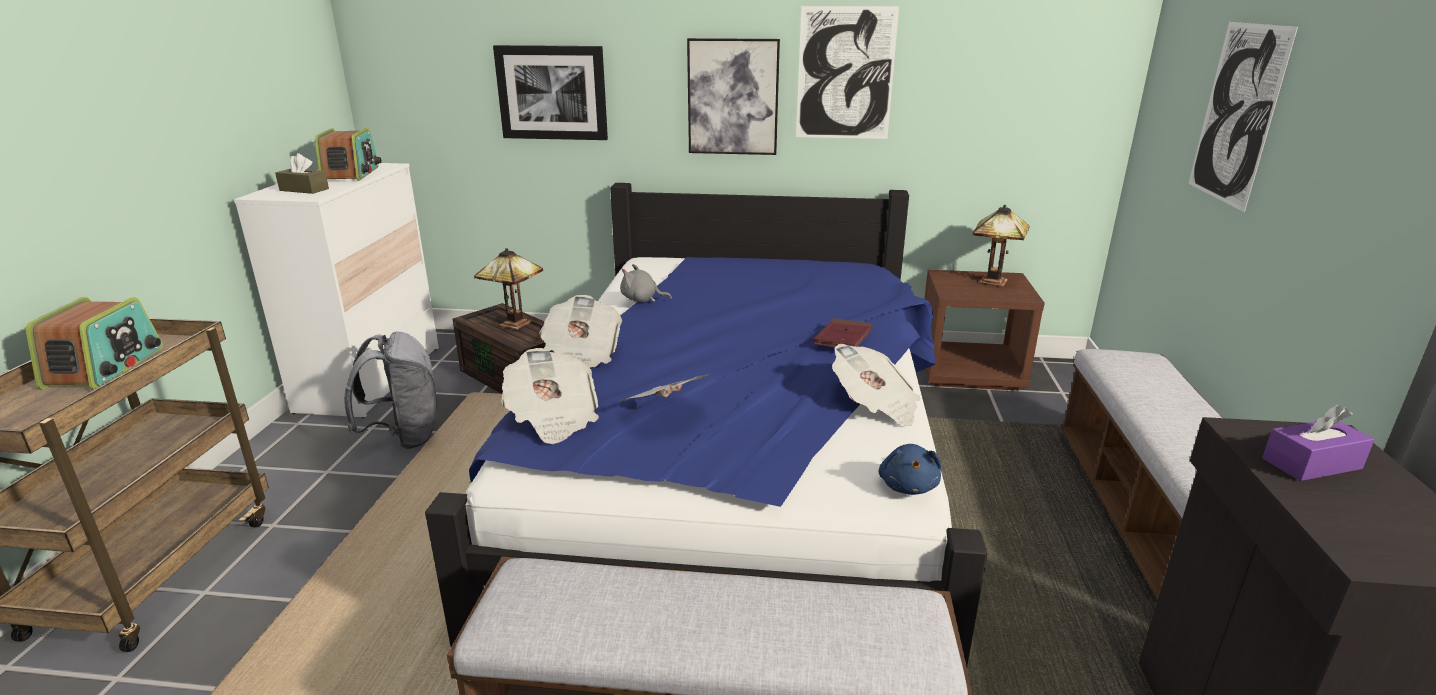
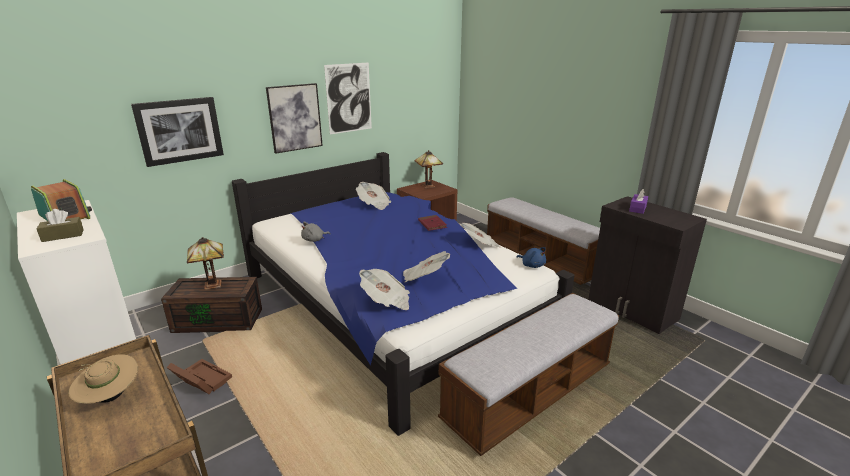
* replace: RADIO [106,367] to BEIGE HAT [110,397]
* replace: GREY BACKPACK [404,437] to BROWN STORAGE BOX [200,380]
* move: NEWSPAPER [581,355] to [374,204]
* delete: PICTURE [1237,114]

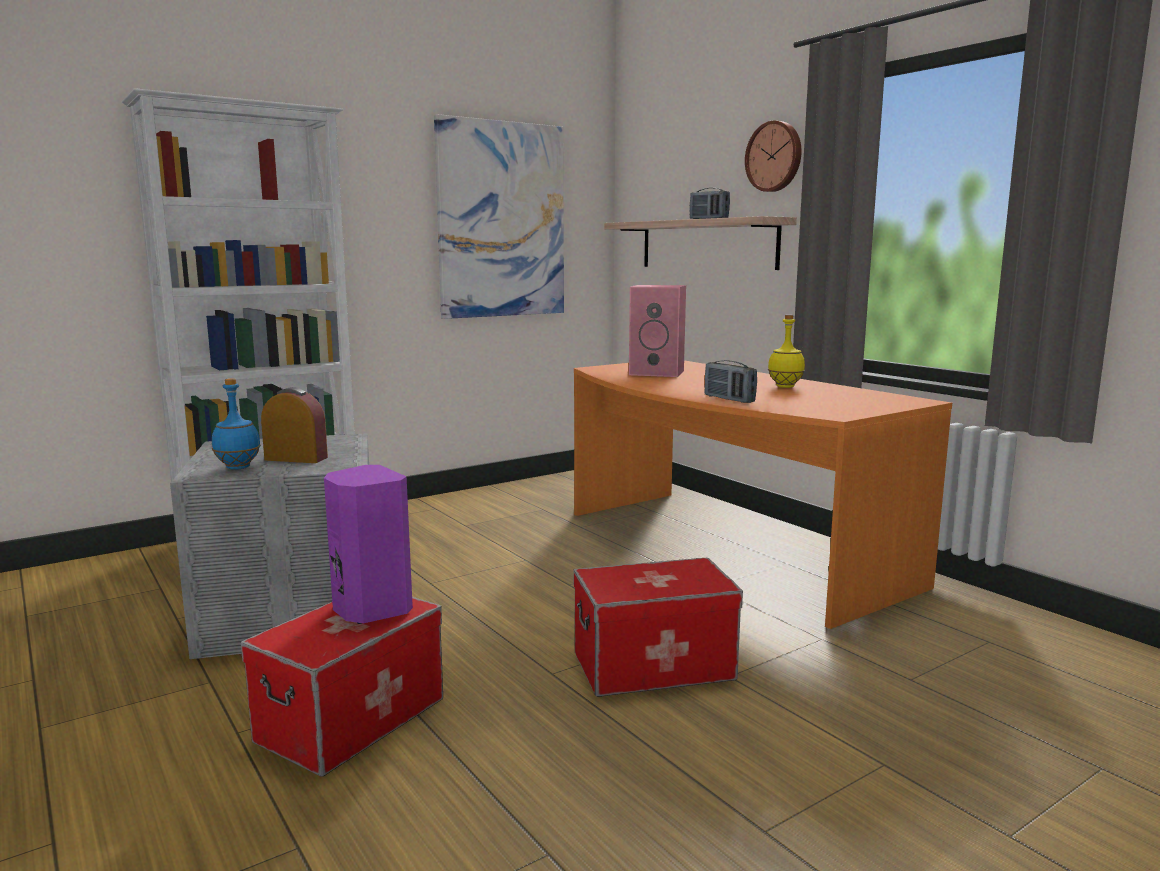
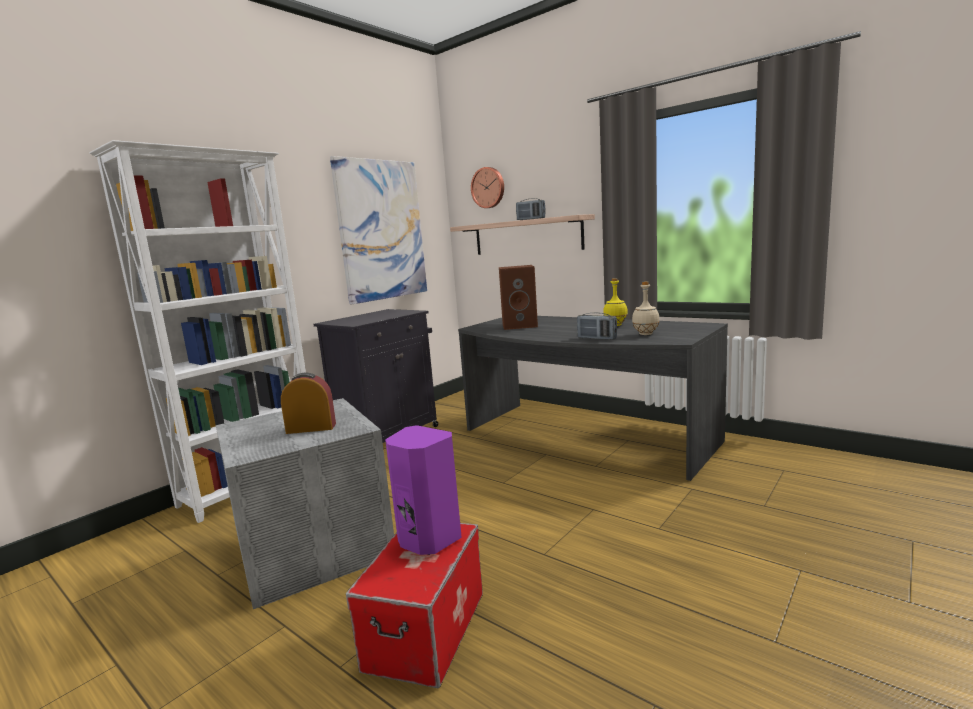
* delete: BLUE BOTTLE [239,467]
* recolor: ORANGE DESK [723,549] to GREY DESK [582,437]
* delete: STORAGE BOX [653,667]
* recolor: PINK SPEAKER [658,373] to BROWN SPEAKER [520,325]
* move: WALL CLOCK [775,156] to [488,187]
* insert: BLACK CABINET [389,435]
* insert: BEIGE BOTTLE [645,334]

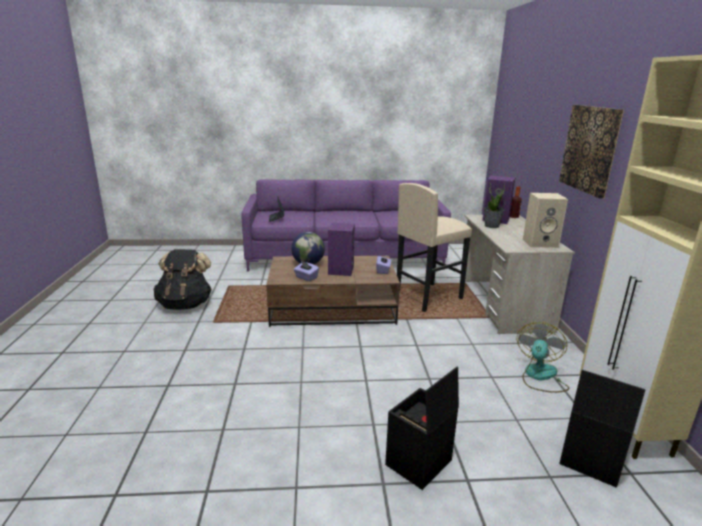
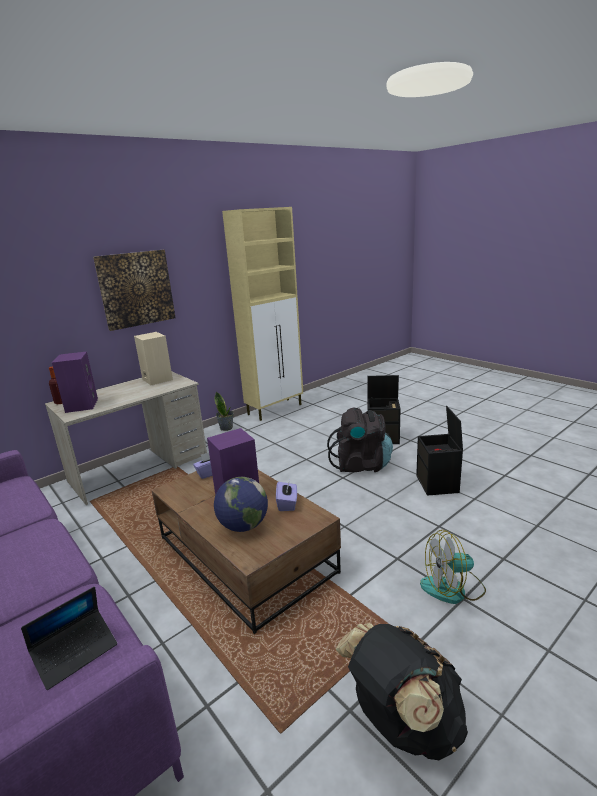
* delete: BEIGE STOOL [427,297]
* move: POTTED PLANT [491,226] to [226,428]
* move: FAN [540,376] to [453,588]
* move: BLACK STORAGE BOX [589,461] to [438,484]
* insert: BLACK BACKPACK [361,464]

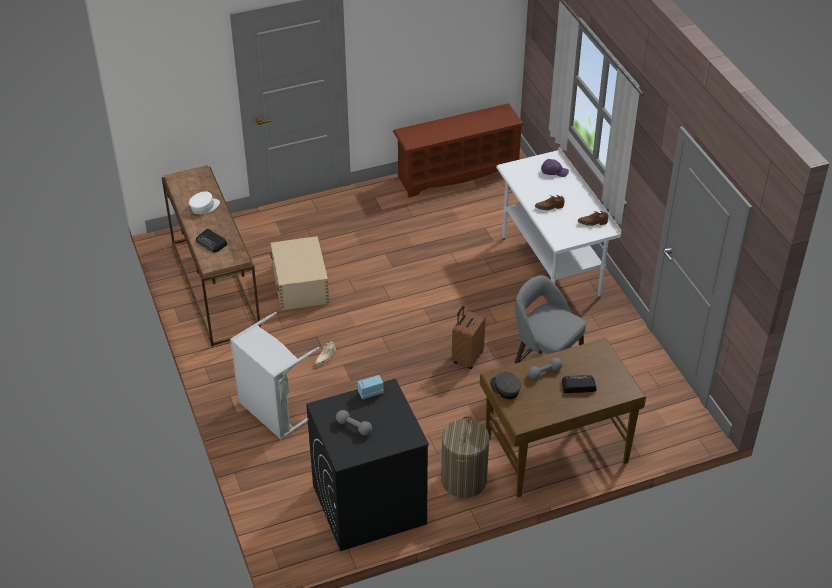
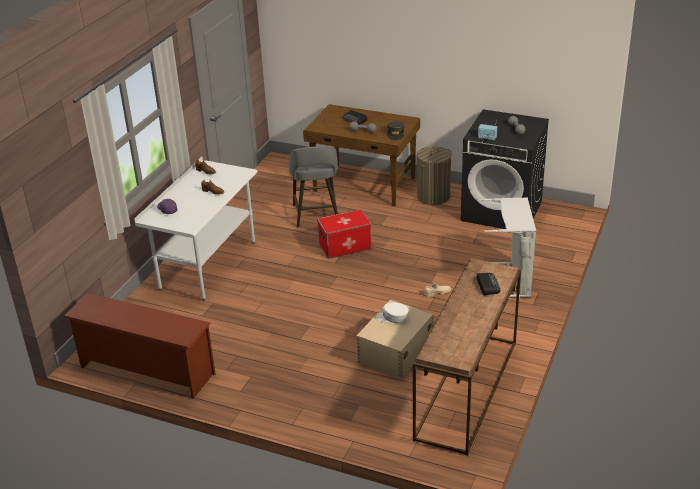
* move: WHITE CAP [204,207] to [393,317]
* replace: BROWN SUITCASE [467,357] to STORAGE BOX [345,246]

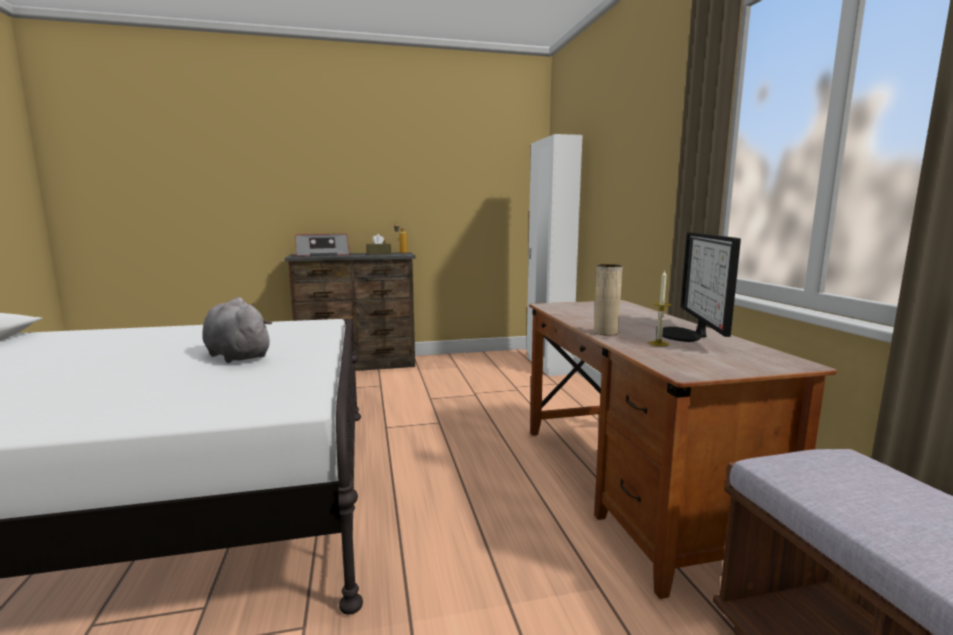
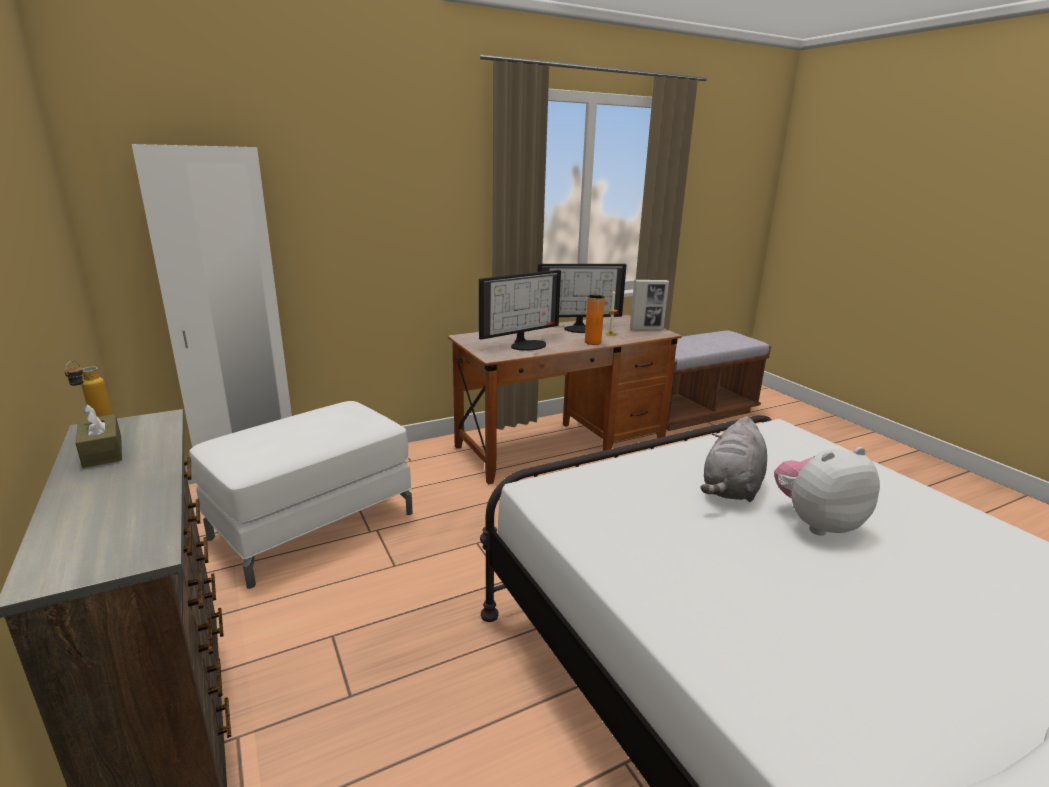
* delete: RADIO [322,254]
* recolor: BEIGE VASE [606,332] to ORANGE VASE [592,342]
* insert: WHITE OTTOMAN [314,524]
* insert: MONITOR [526,344]
* insert: PICTURE FRAME [646,329]
* insert: PLUSH TOY [816,523]

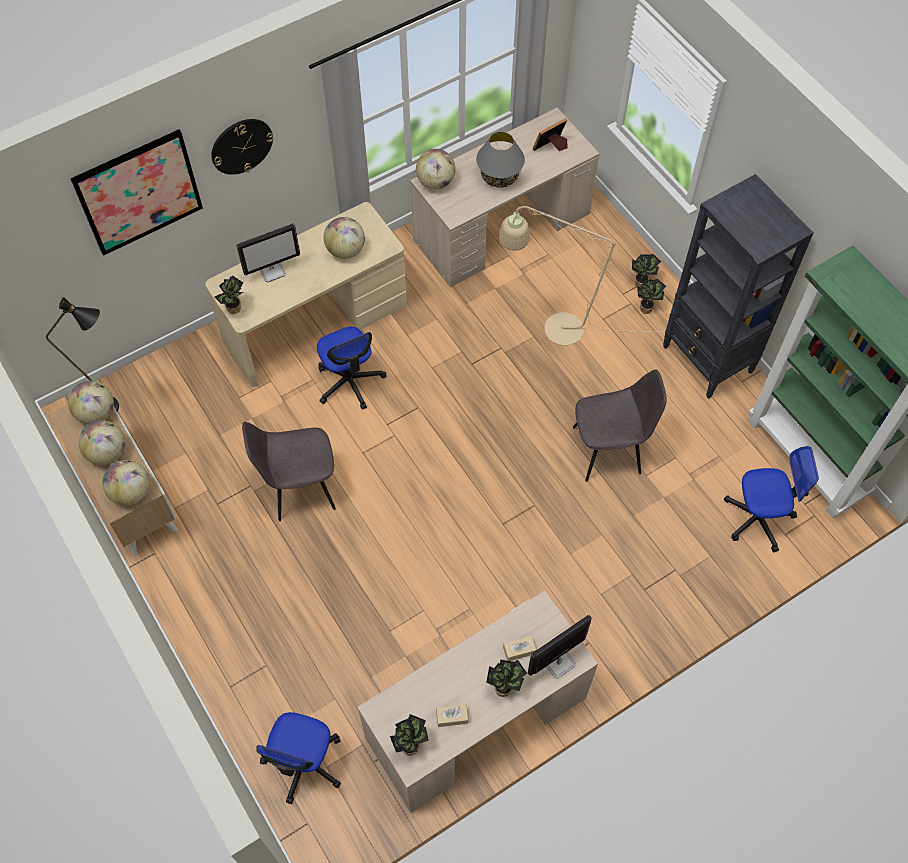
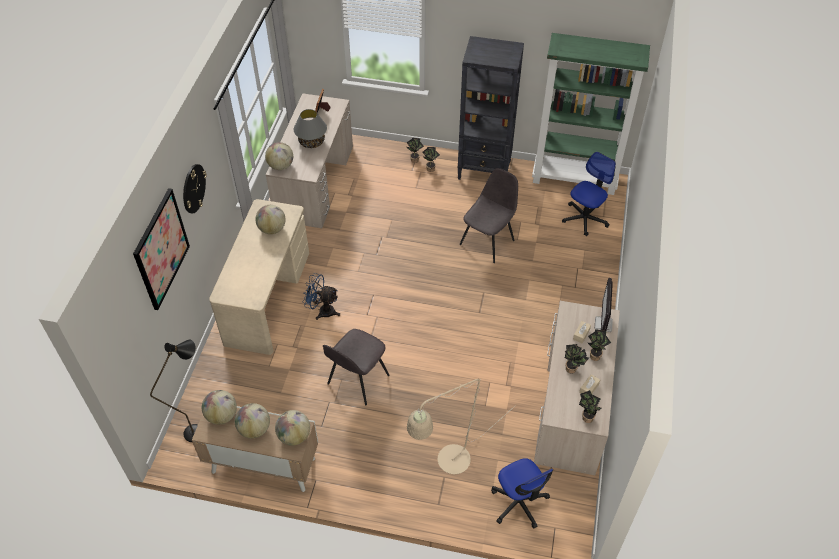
* move: POTTED PLANT [234,310] to [572,369]
* delete: MONITOR [272,271]
* replace: OFFICE CHAIR [350,382] to BLUE FAN [322,310]
* move: BEIGE FLOOR LAMP [553,329] to [447,465]

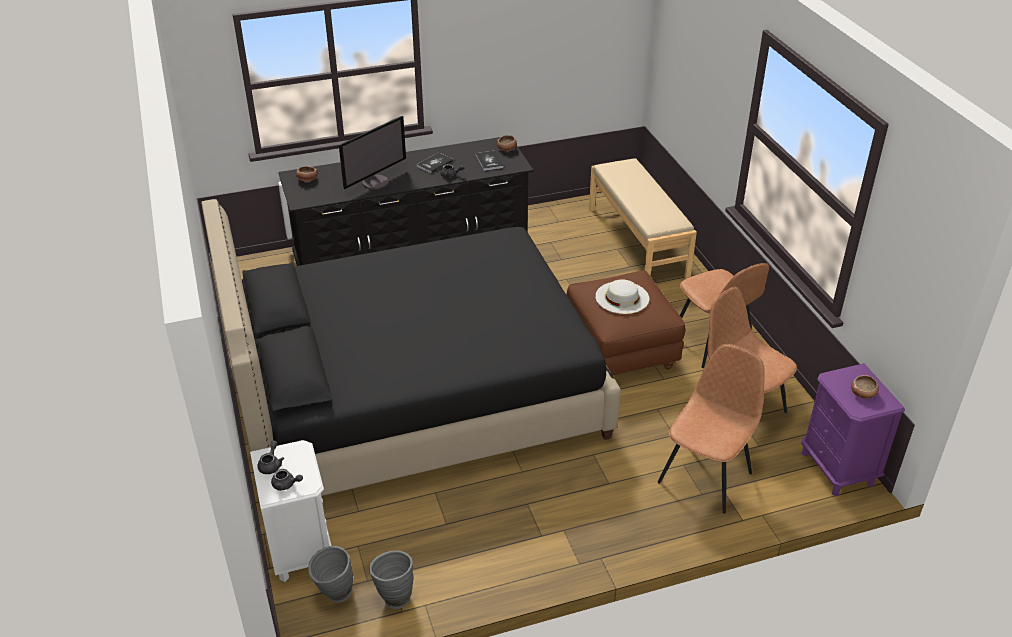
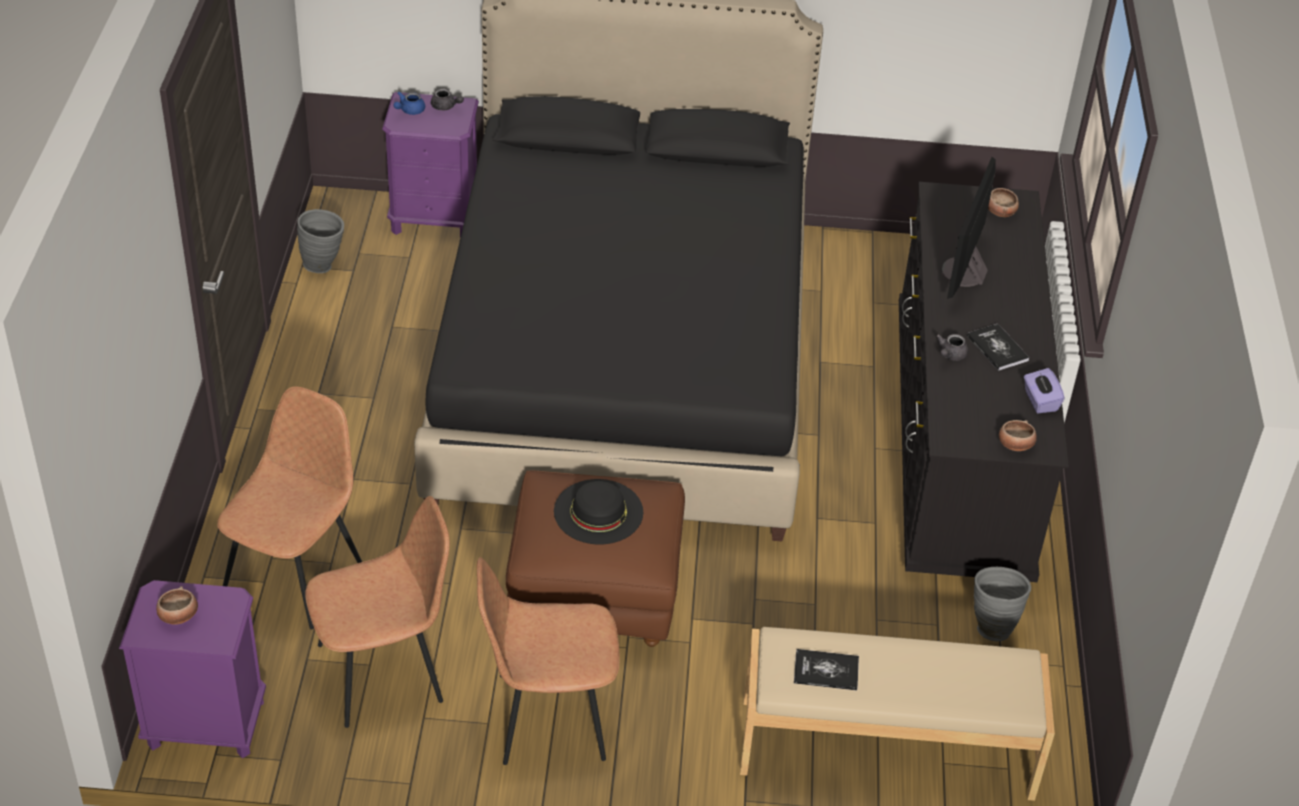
* recolor: WHITE NIGHTSTAND [300,549] to PURPLE NIGHTSTAND [435,219]
* recolor: GREY TEAPOT [286,485] to BLUE TEAPOT [409,110]
* move: GREY VASE [334,595] to [991,625]
* rotate: MONITOR [375,182] = [964,273] 45 degrees clockwise
* move: BOOK [489,161] to [826,671]
* recolor: WHITE HAT [622,297] to BLACK HAT [598,511]
* rotate: BROWN CHAIR [706,476] = [296,576] 120 degrees counterclockwise
* insert: PURPLE TISSUE BOX [1040,401]

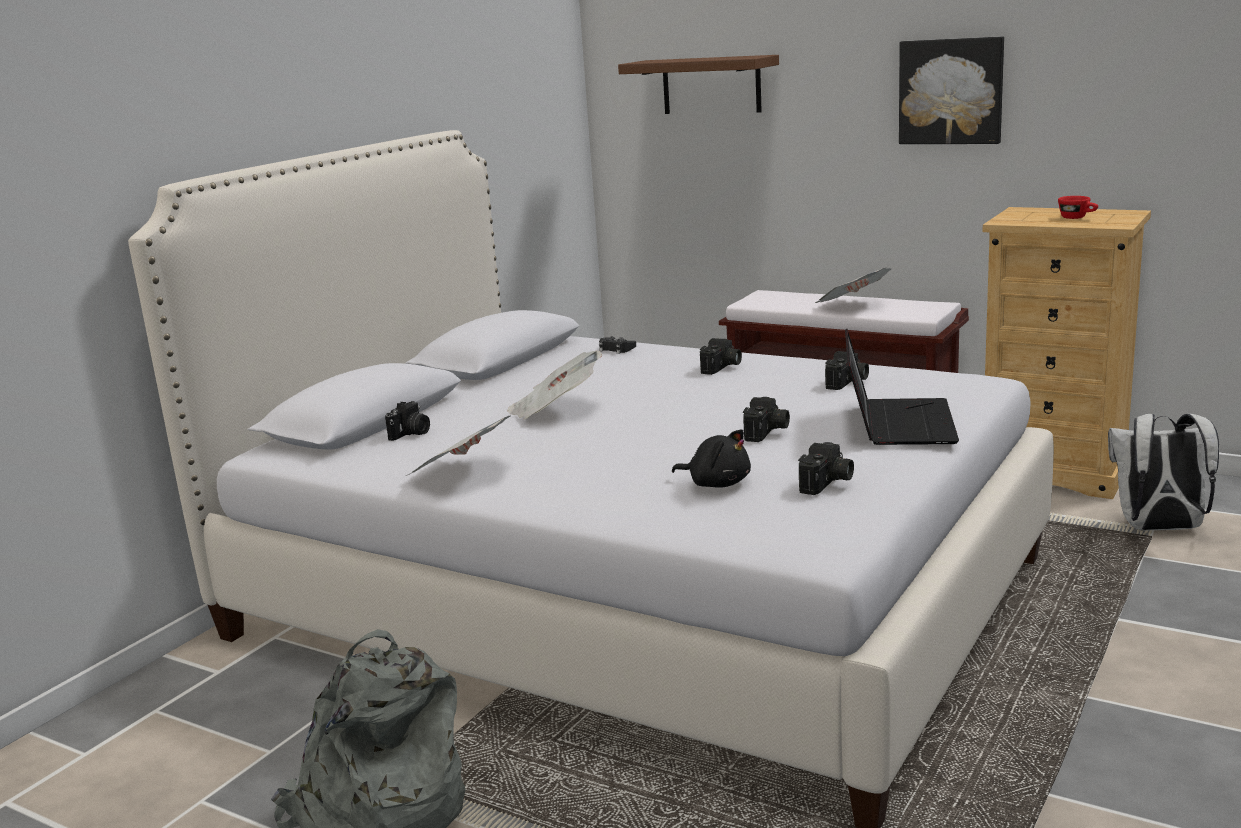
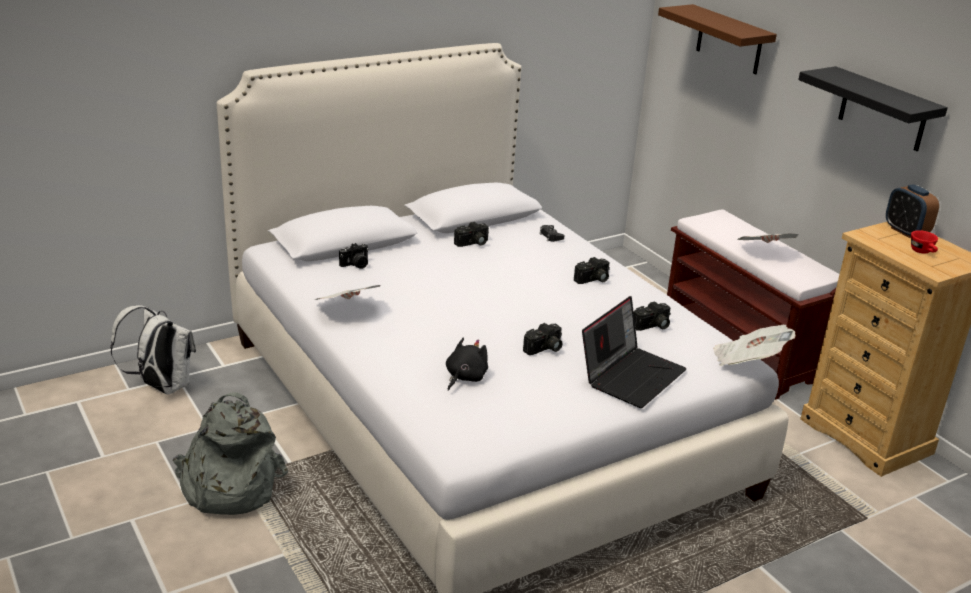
* move: NEWSPAPER [555,410] to [747,362]
* rotate: BLACK PLUSH TOY [717,483] = [464,377] 120 degrees counterclockwise
* move: PHOTO CAMERA [827,483] to [472,243]
* replace: PICTURE [951,91] to BLACK SHELF [883,110]
* move: WHITE BACKPACK [1159,528] to [161,386]
* insert: ALARM CLOCK [905,231]

